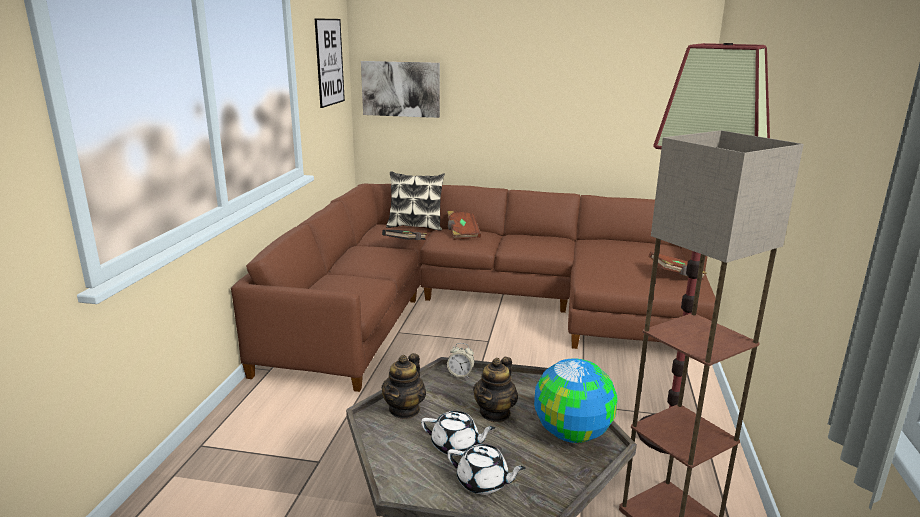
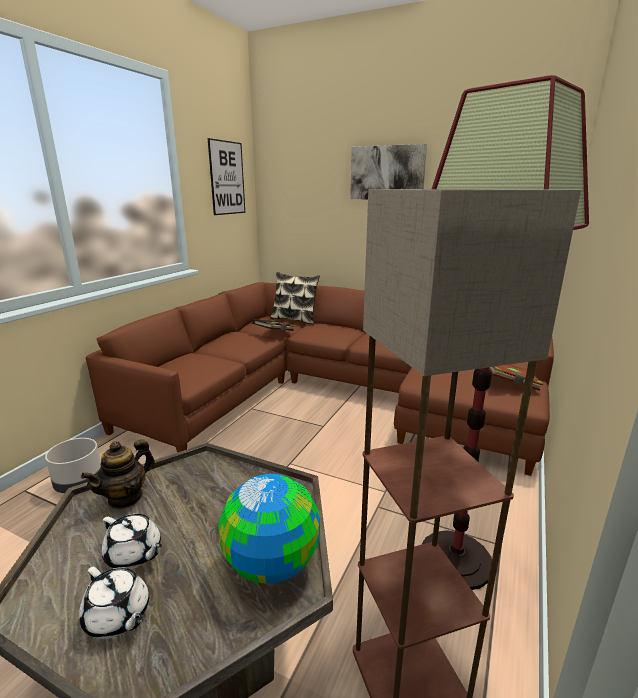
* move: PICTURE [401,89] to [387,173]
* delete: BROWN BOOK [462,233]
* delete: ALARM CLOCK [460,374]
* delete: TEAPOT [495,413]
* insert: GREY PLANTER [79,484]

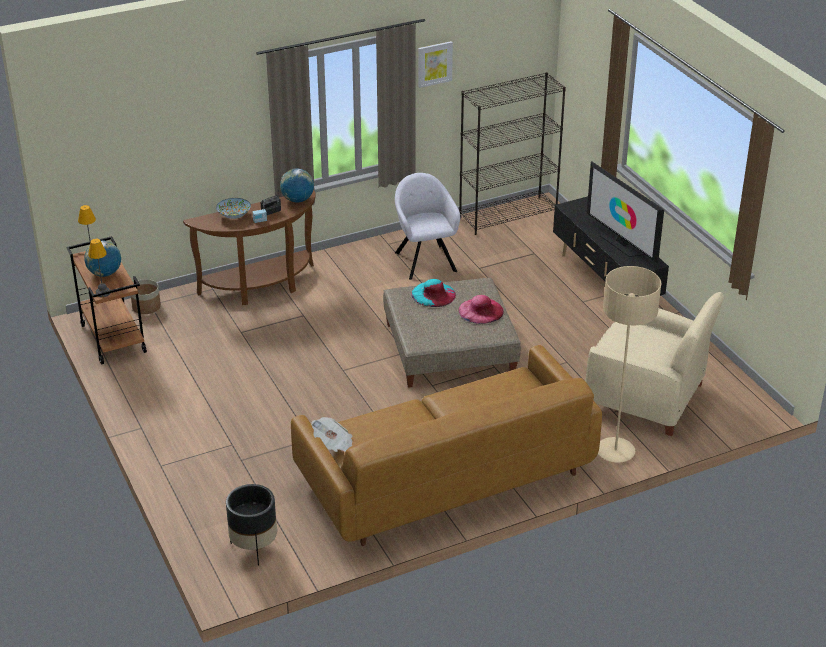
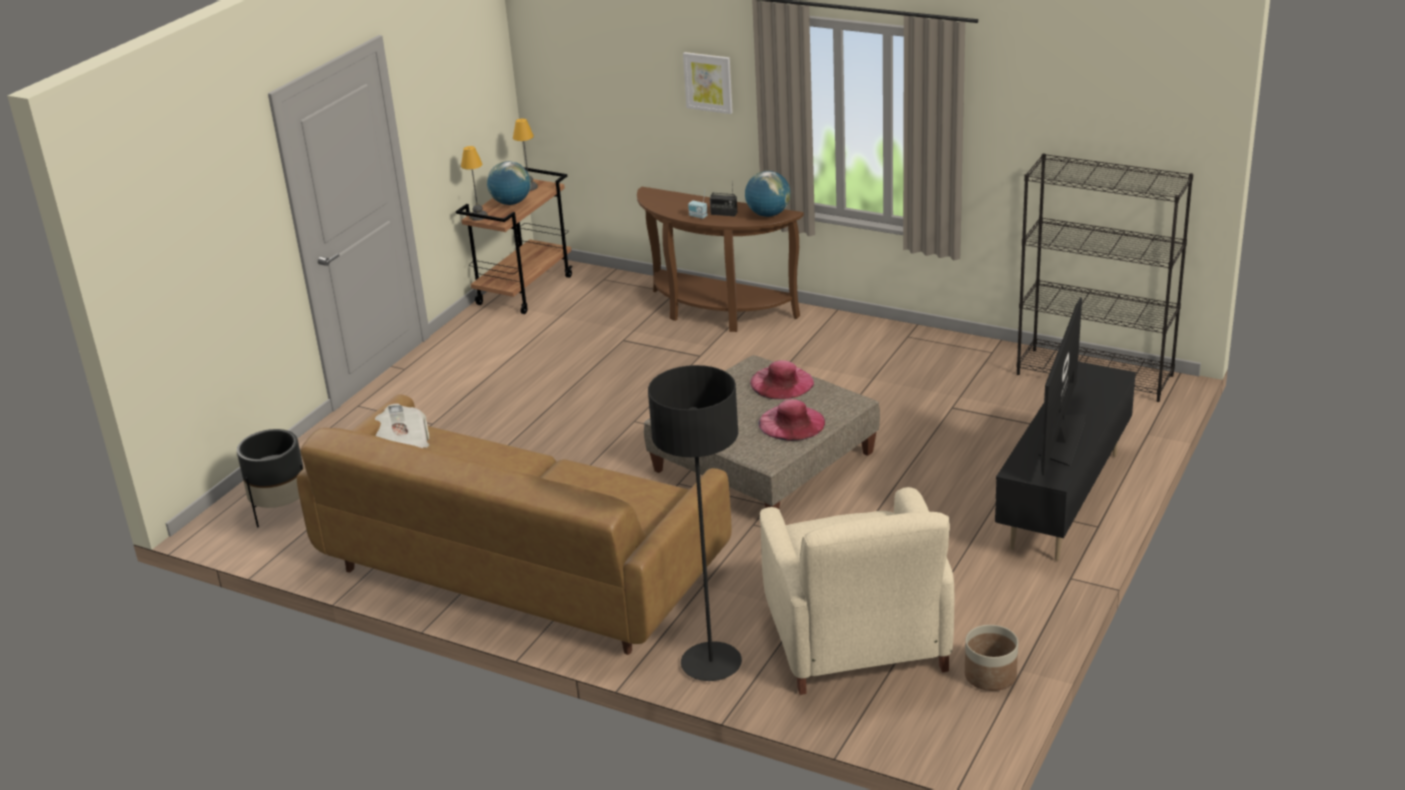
* move: PLANTER [146,307] to [990,676]
* delete: BOWL [234,215]
* delete: GREY ARMCHAIR [424,260]
* recolor: TURQUOISE HAT [433,294] to PINK HAT [781,382]
* move: PICTURE [434,64] to [708,82]
* recolor: BEIGE FLOOR LAMP [615,451] to BLACK FLOOR LAMP [711,664]

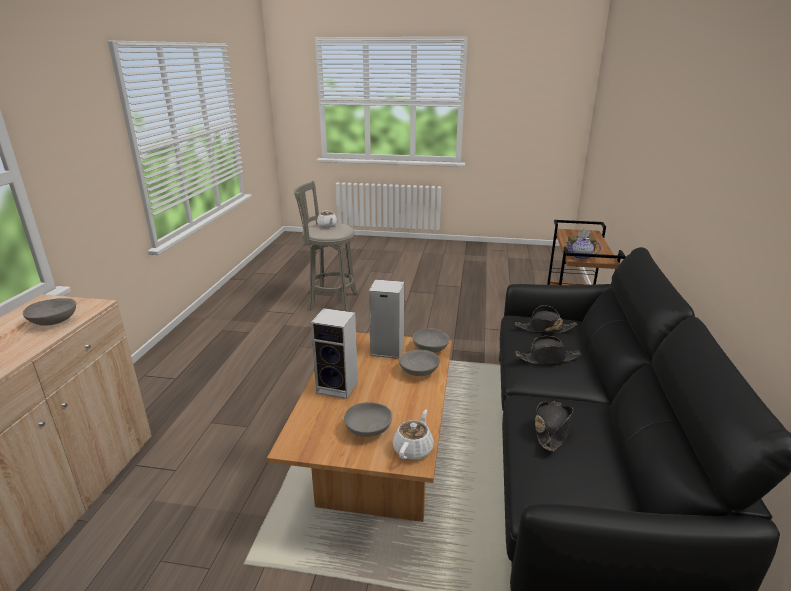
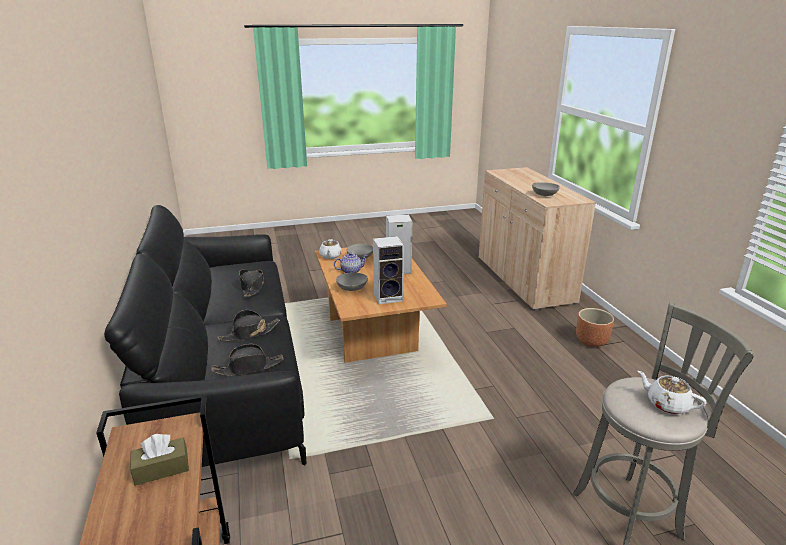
* delete: GREY BOWL [430,349]
* move: TEAPOT [581,257] to [350,271]
* insert: BROWN PLANTER [591,341]

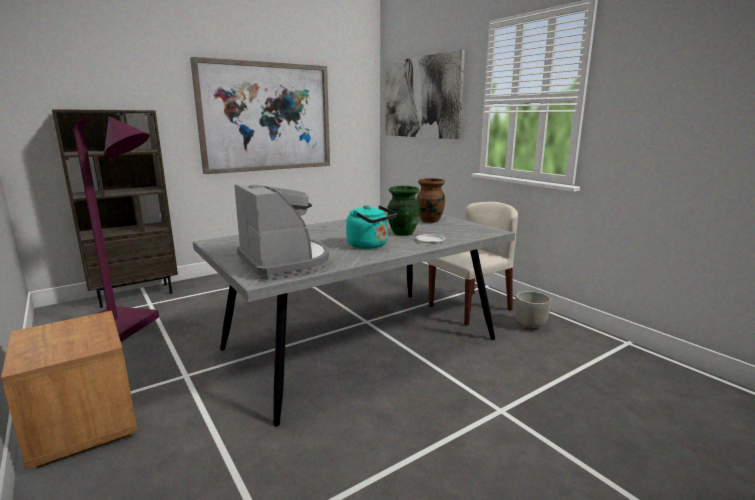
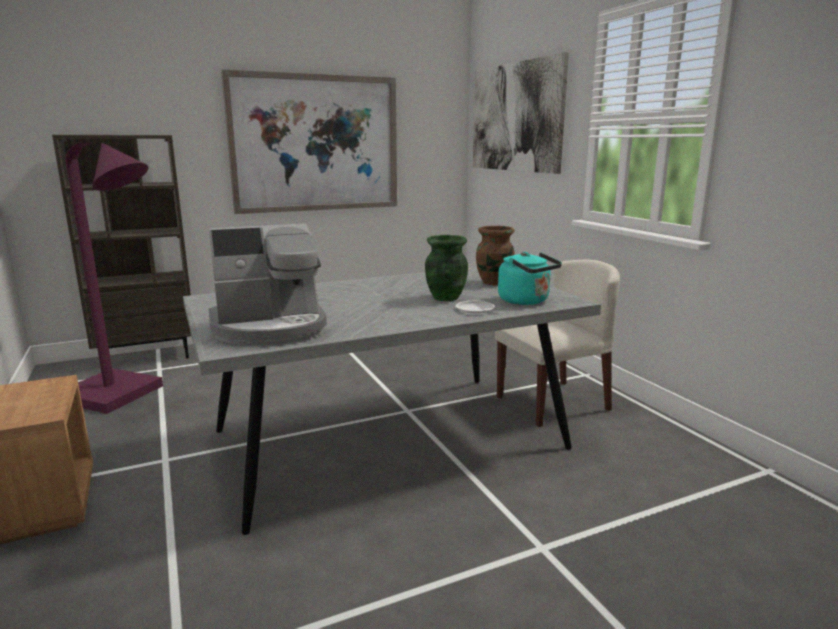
* rotate: COFFEE MACHINE [285,262] = [270,328] 90 degrees clockwise
* move: TURQUOISE KETTLE [370,245] to [526,301]
* delete: GREY PLANTER [530,325]

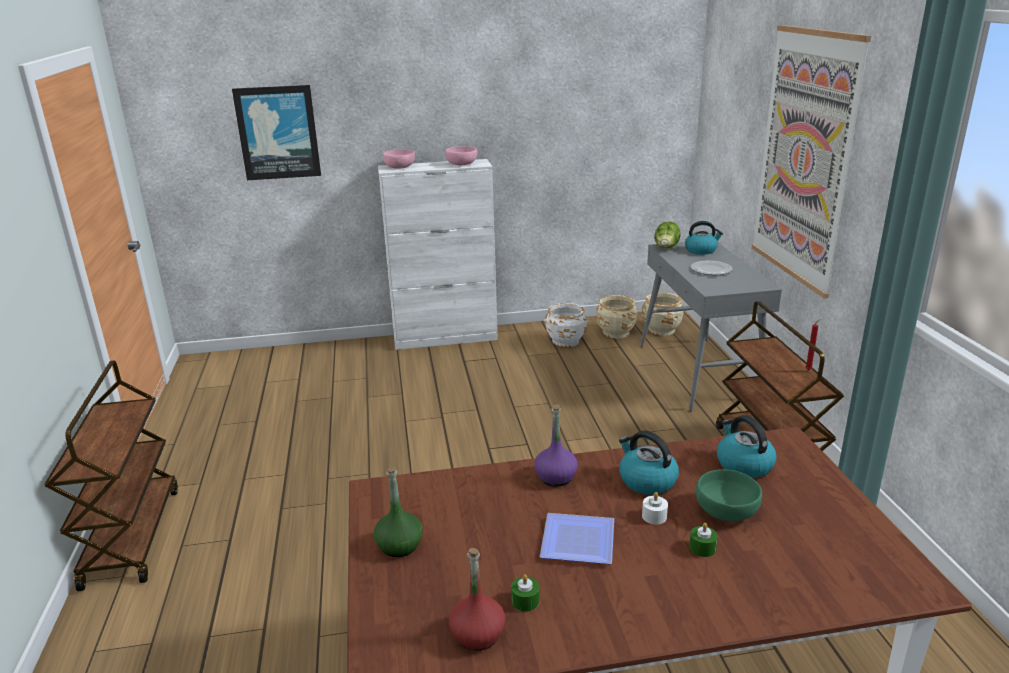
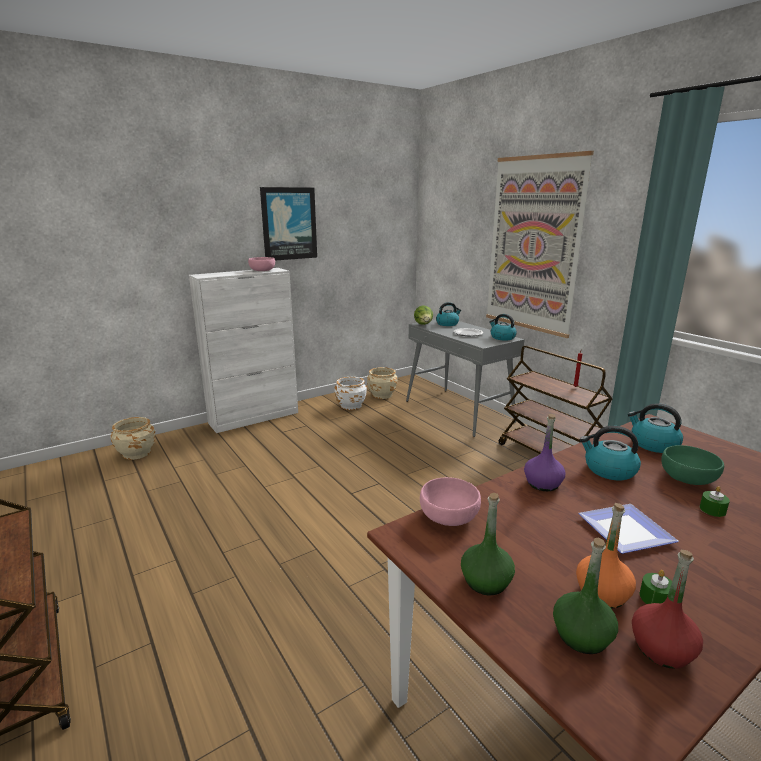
* move: PICTURE [278,132] to [289,224]
* move: PINK BOWL [400,167] to [448,515]
* move: BEIGE PLANTER [661,330] to [136,453]
* delete: WHITE CANDLE [654,516]
* insert: KETTLE [502,337]
* insert: GREEN BOTTLE [582,636]
* insert: ORANGE BOTTLE [602,593]

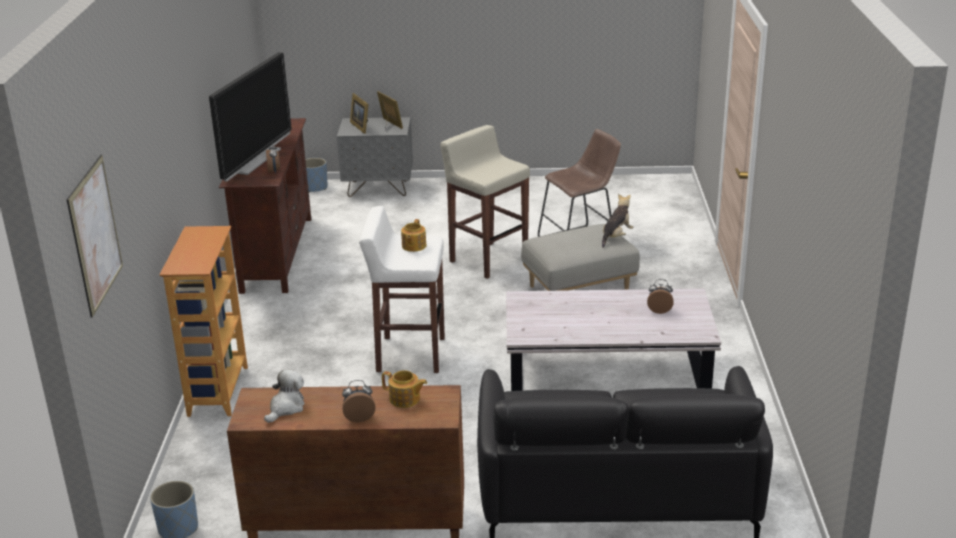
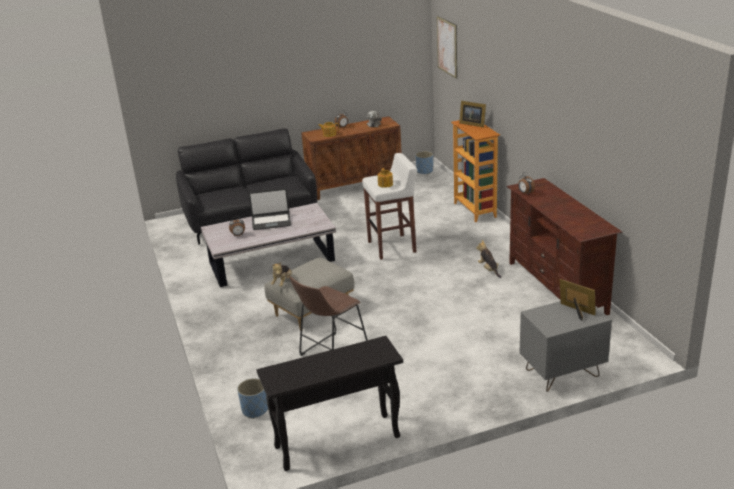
* delete: TELEVISION [255,160]
* move: BLUE PLANTER [315,188] to [255,410]
* move: PICTURE FRAME [389,124] to [472,124]
* delete: BEIGE STOOL [488,260]
* insert: LAPTOP [271,222]
* insert: BLACK CONSOLE TABLE [336,442]
* insert: PLUSH TOY [488,269]

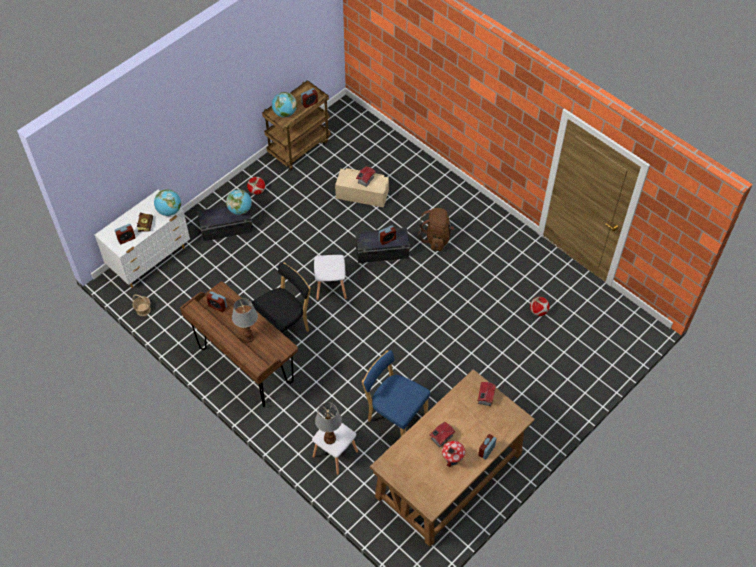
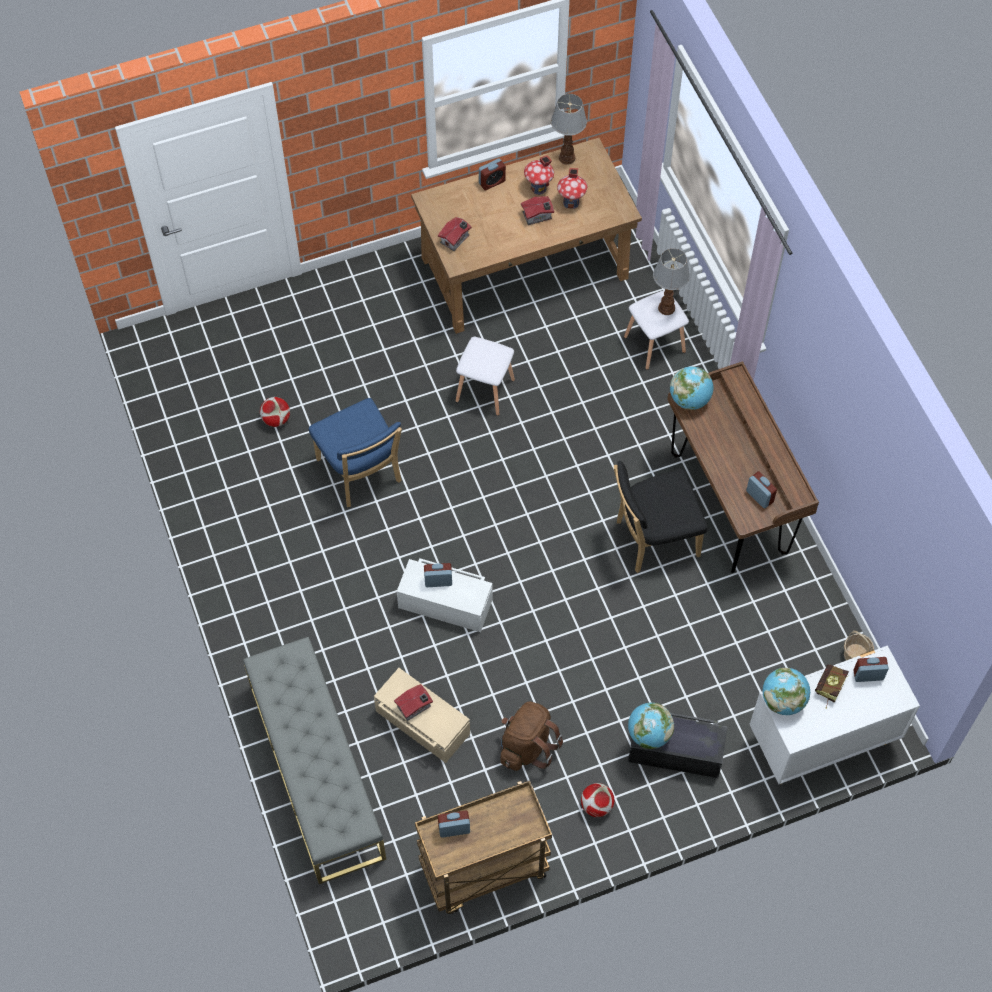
* move: TABLE LAMP [248,337] to [566,157]
* move: GLOBE [284,113] to [689,400]
* move: WHITE STOOL [331,288] to [485,389]
* recolor: BLACK STORAGE BOX [382,252] to WHITE STORAGE BOX [445,602]
* move: BLUE CHAIR [395,416] to [361,473]
* move: BROWN BACKPACK [436,238] to [527,746]
* insert: GREY BENCH [316,770]
* insert: TOY HOUSE [571,202]

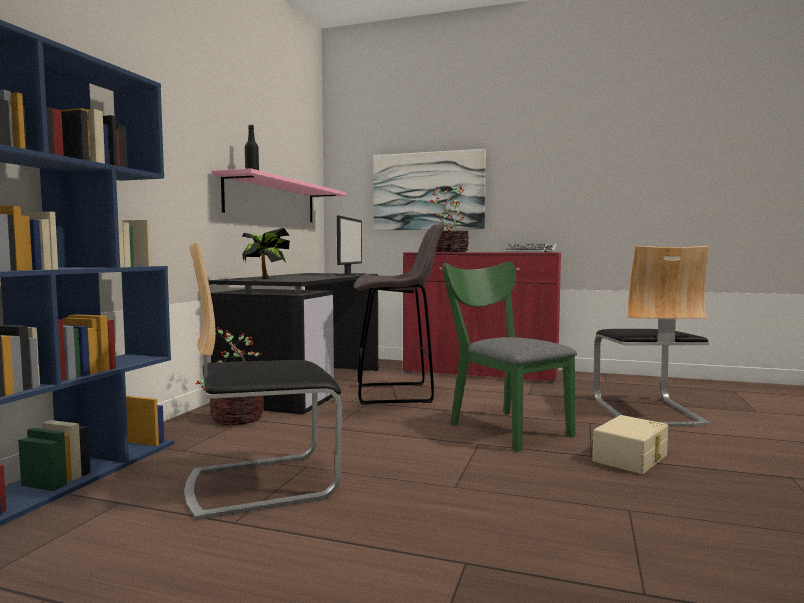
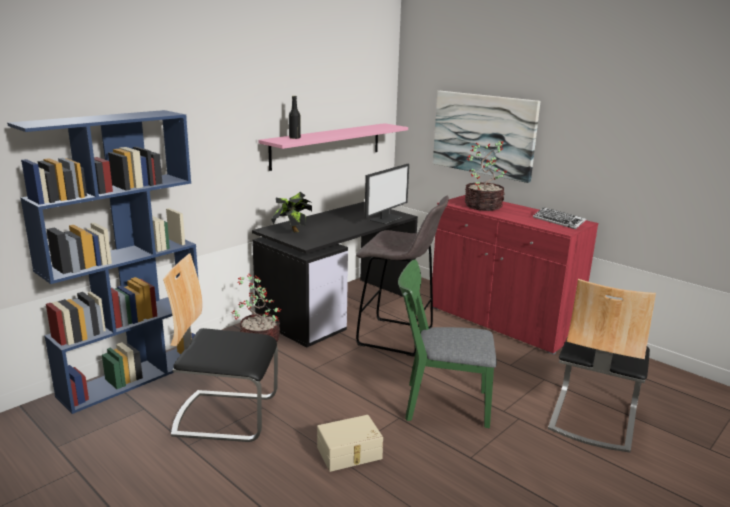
* rotate: GREEN CHAIR [504,427] = [439,404] 75 degrees counterclockwise
* move: BEIGE STORAGE BOX [632,458] to [350,453]

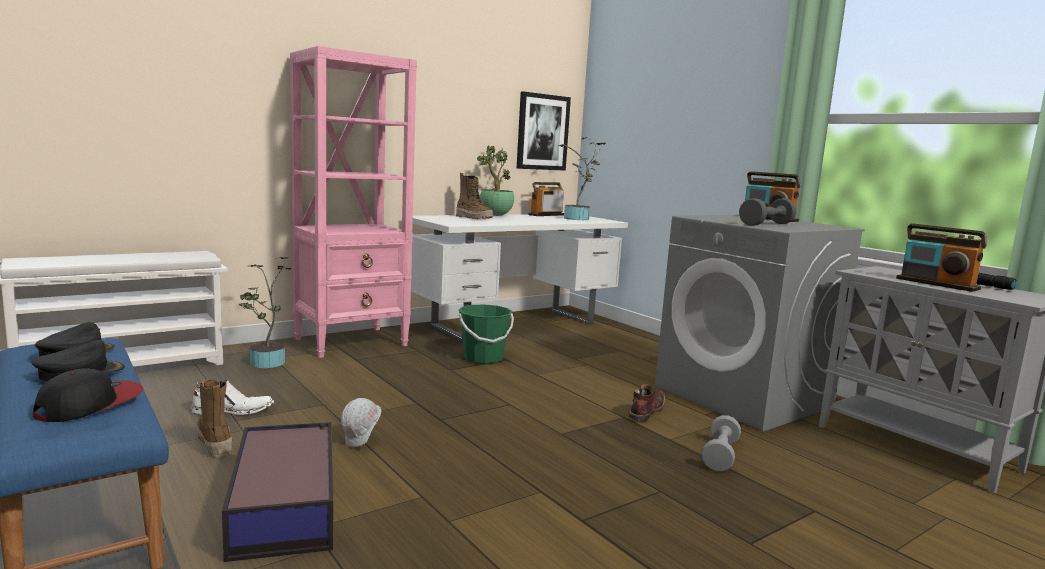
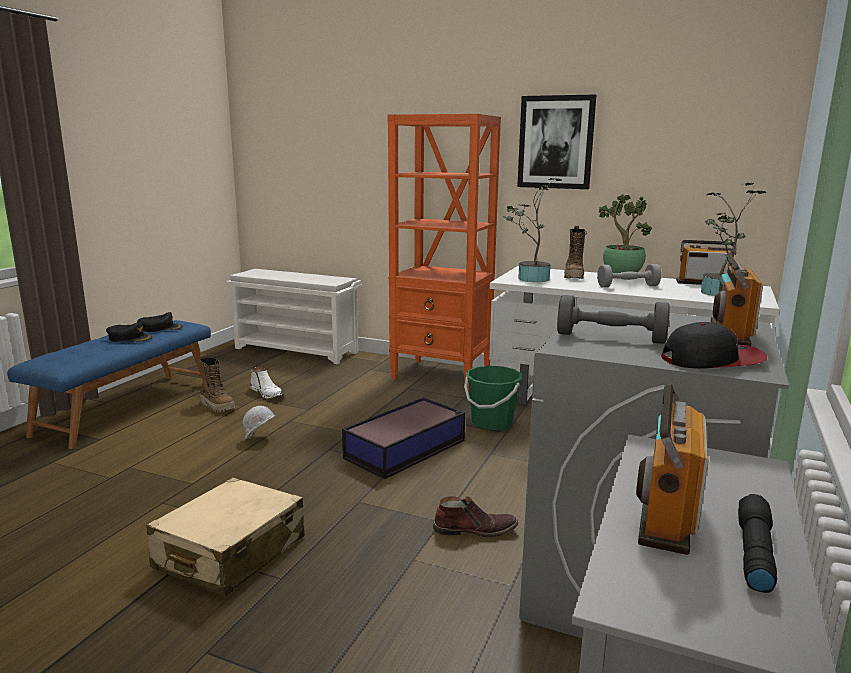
* move: CAP [90,404] to [712,360]
* rotate: BOOT [214,443] = [217,406] 105 degrees clockwise
* move: STORAGE BOX [286,503] to [407,449]
* move: POTTED PLANT [265,364] to [530,279]
* recolor: PINK BOOKCASE [352,342] to ORANGE BOOKCASE [442,375]
* move: PICTURE [542,132] to [556,142]
* move: GREY DUMBBELL [720,456] to [627,286]
* insert: BEIGE SUITCASE [230,553]

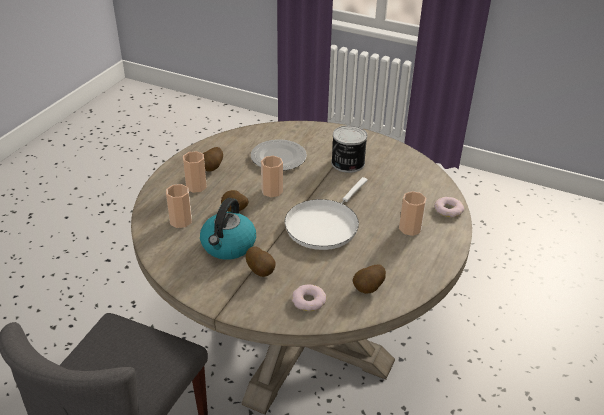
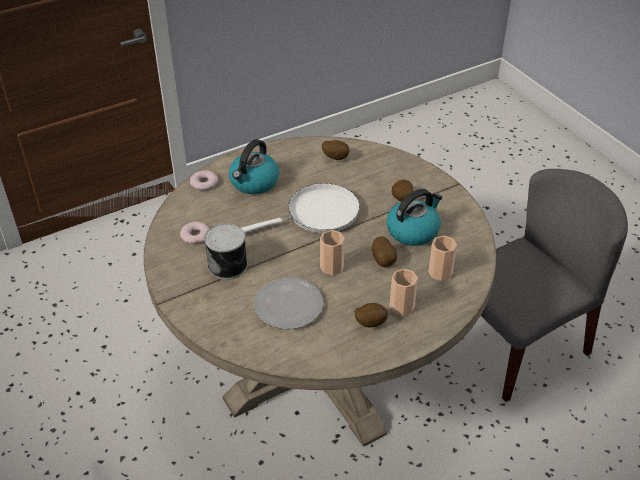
* move: DONUT [308,301] to [195,235]
* replace: CUP [410,228] to KETTLE [254,182]

